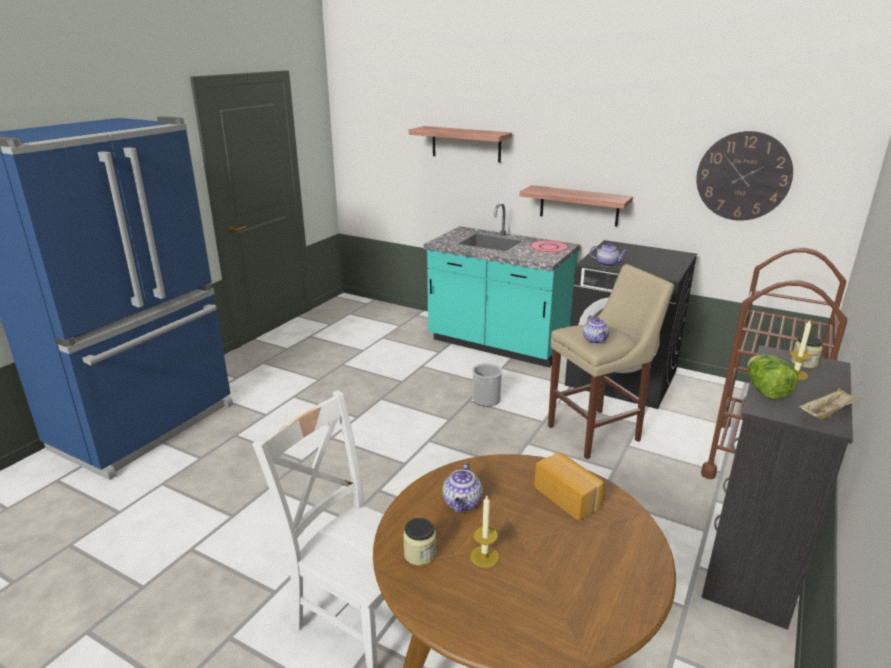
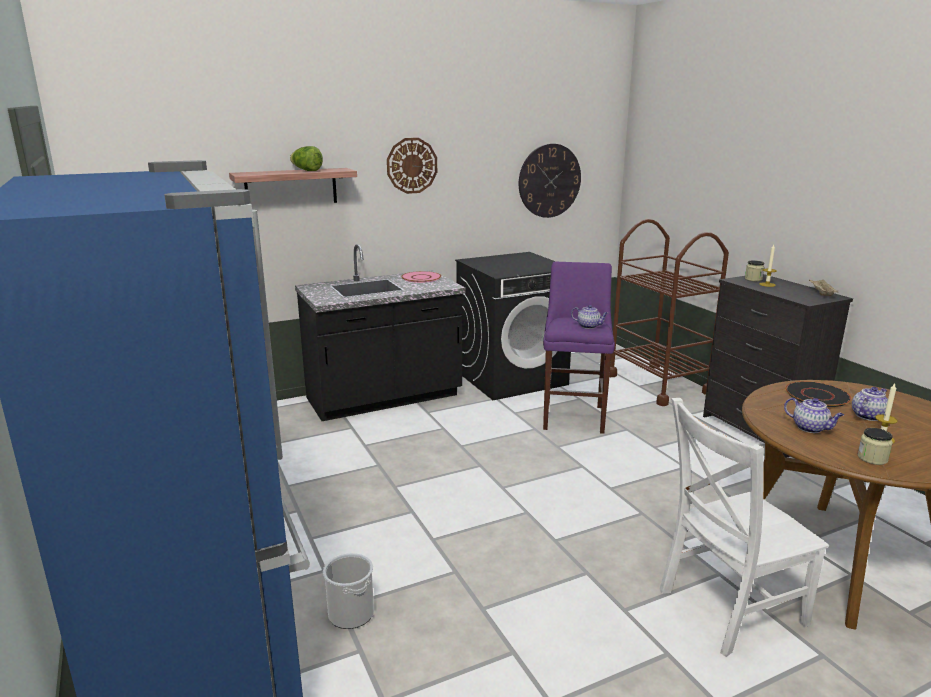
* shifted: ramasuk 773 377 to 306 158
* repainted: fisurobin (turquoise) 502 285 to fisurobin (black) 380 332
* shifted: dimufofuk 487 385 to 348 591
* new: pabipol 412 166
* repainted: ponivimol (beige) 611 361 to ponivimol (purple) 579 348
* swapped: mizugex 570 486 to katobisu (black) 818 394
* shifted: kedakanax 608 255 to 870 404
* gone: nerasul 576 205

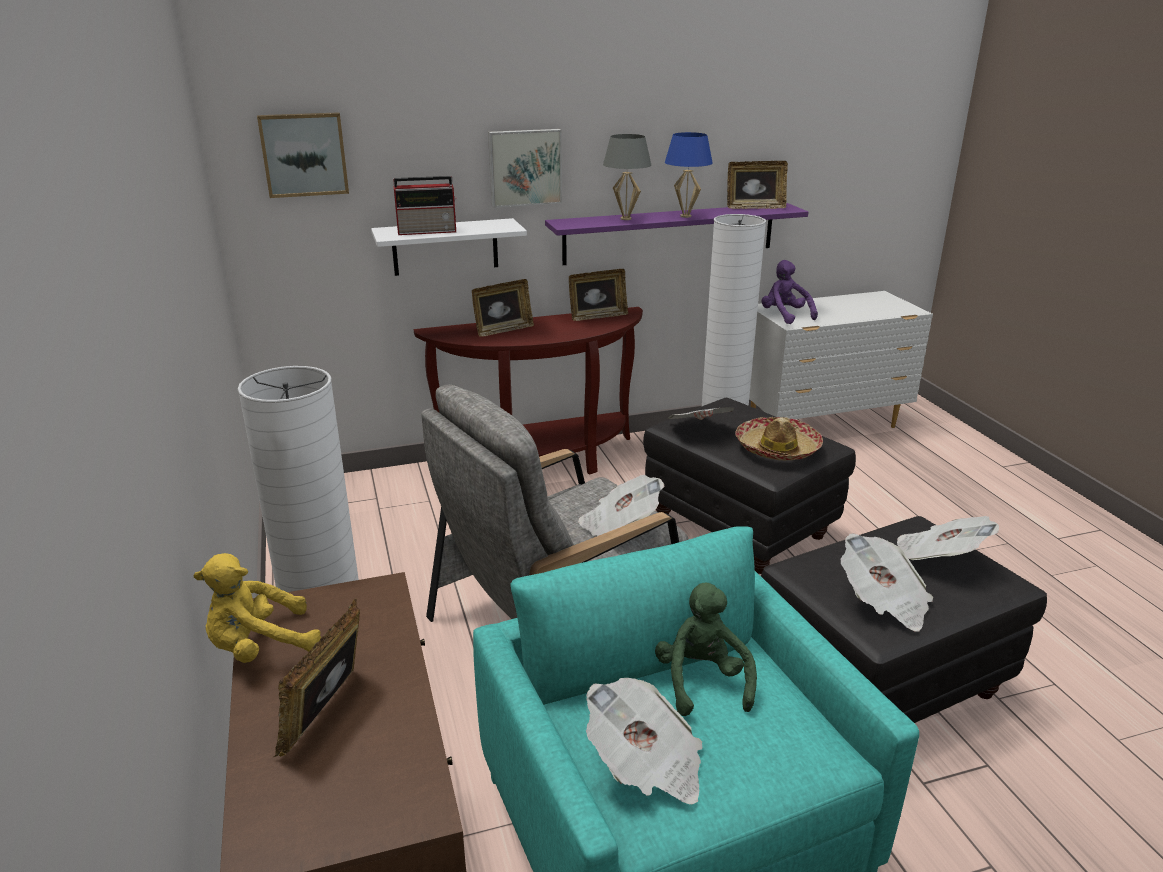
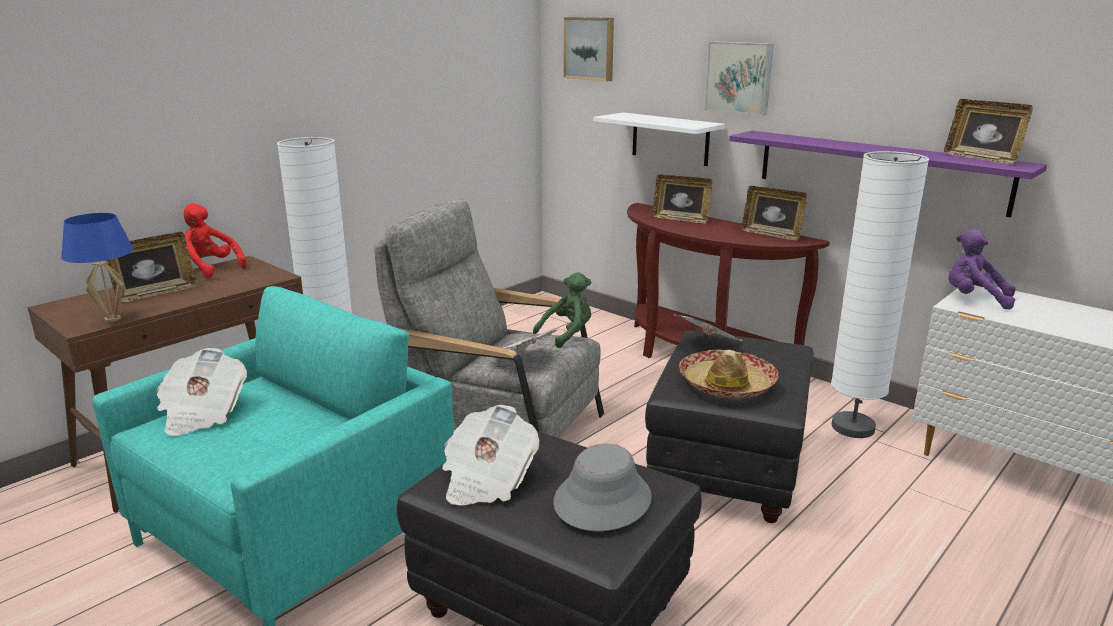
* shifted: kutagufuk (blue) 689 175 to 97 267
* rotated: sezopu 317 677 = 152 267 150 degrees clockwise
* repainted: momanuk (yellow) 257 608 to momanuk (red) 215 240
* shifted: momanuk (green) 706 649 to 562 310
* swapped: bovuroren 948 538 to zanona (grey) 602 487
* rotated: momanuk (purple) 790 292 = 981 269 90 degrees counterclockwise
* gone: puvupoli 425 205
* gone: kutagufuk (grey) 627 177

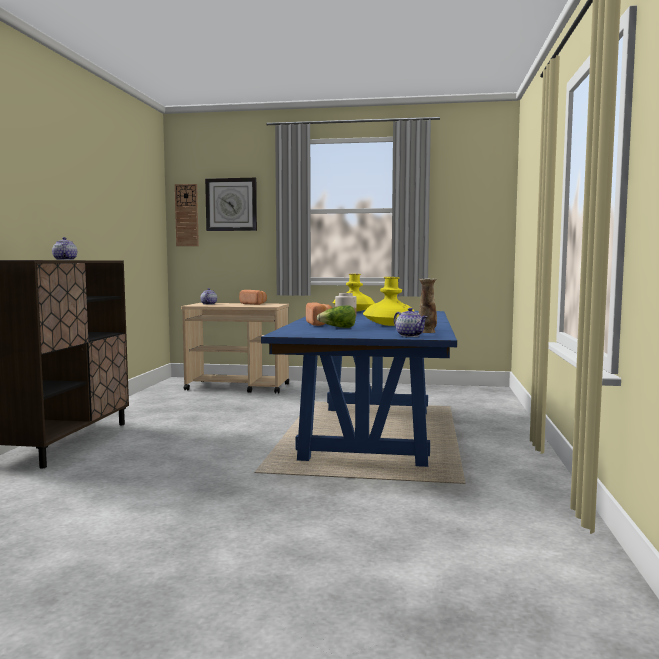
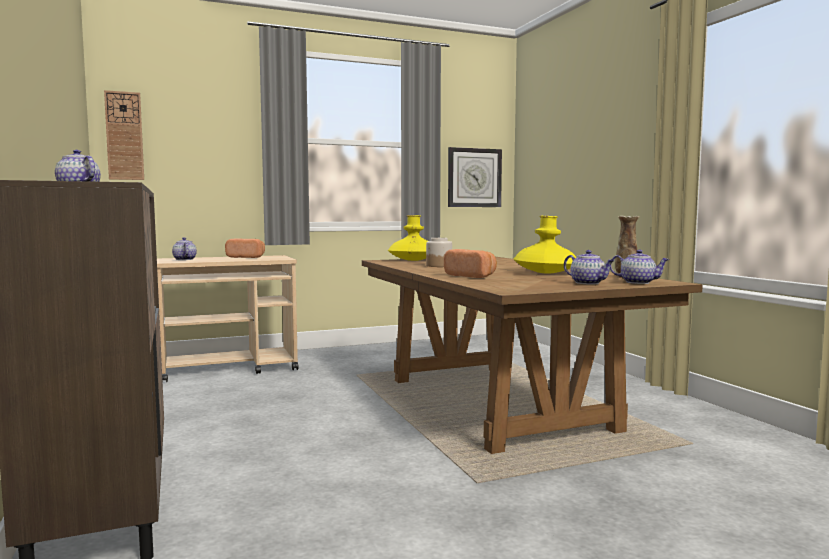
* repainted: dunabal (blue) 359 388 to dunabal (brown) 532 355
* shifted: pabipol 231 204 to 475 177
* new: kedakanax 589 267
* gone: ramasuk 336 316

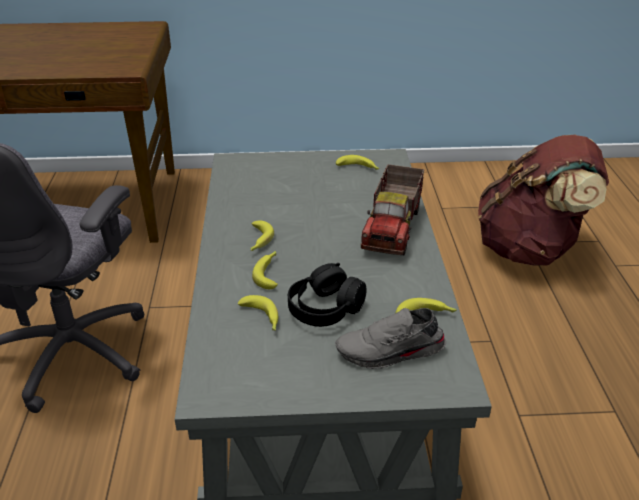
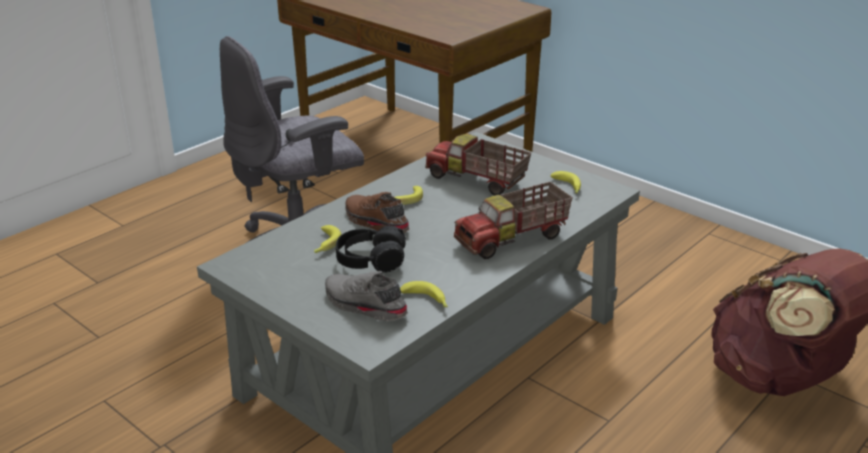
* swapped: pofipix 265 270 to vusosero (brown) 378 212
* new: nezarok 478 165

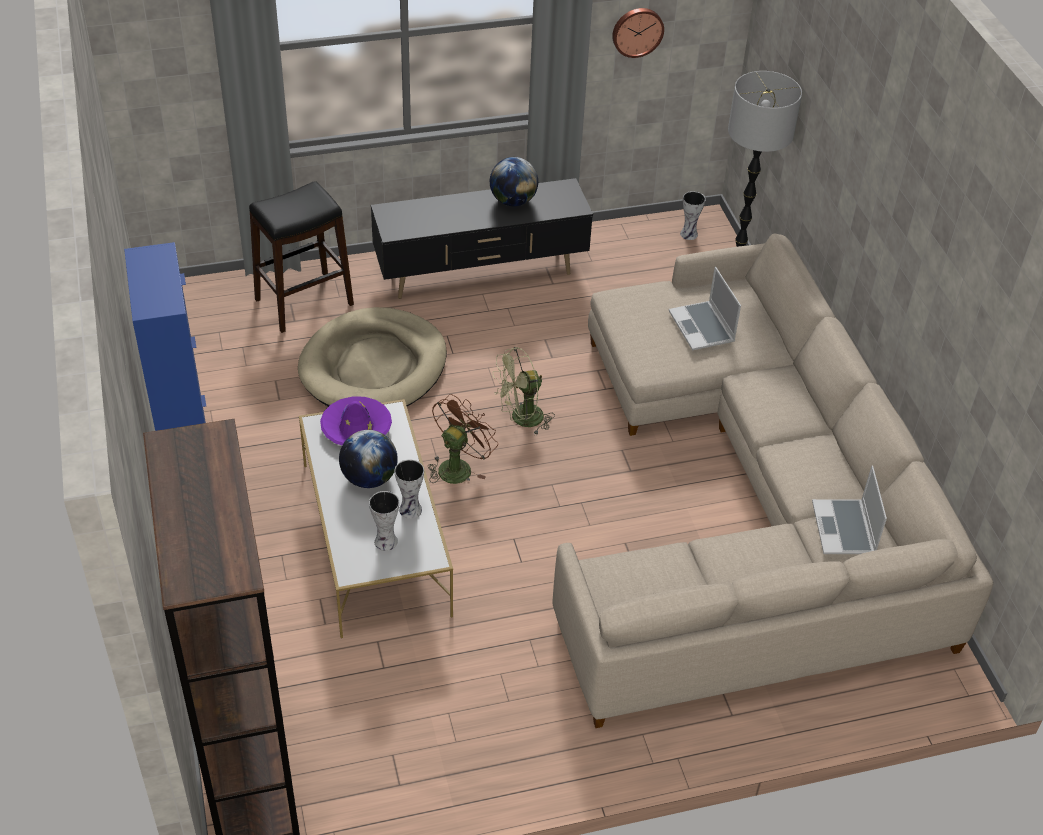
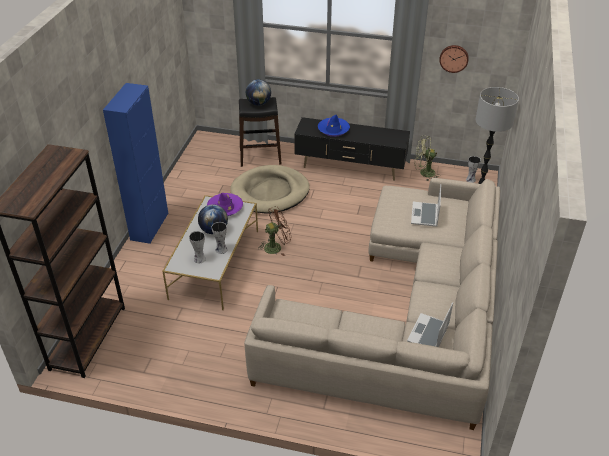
* shifted: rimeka 514 181 to 258 92
* new: zanona (blue) 334 126
* shifted: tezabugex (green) 524 391 to 427 158

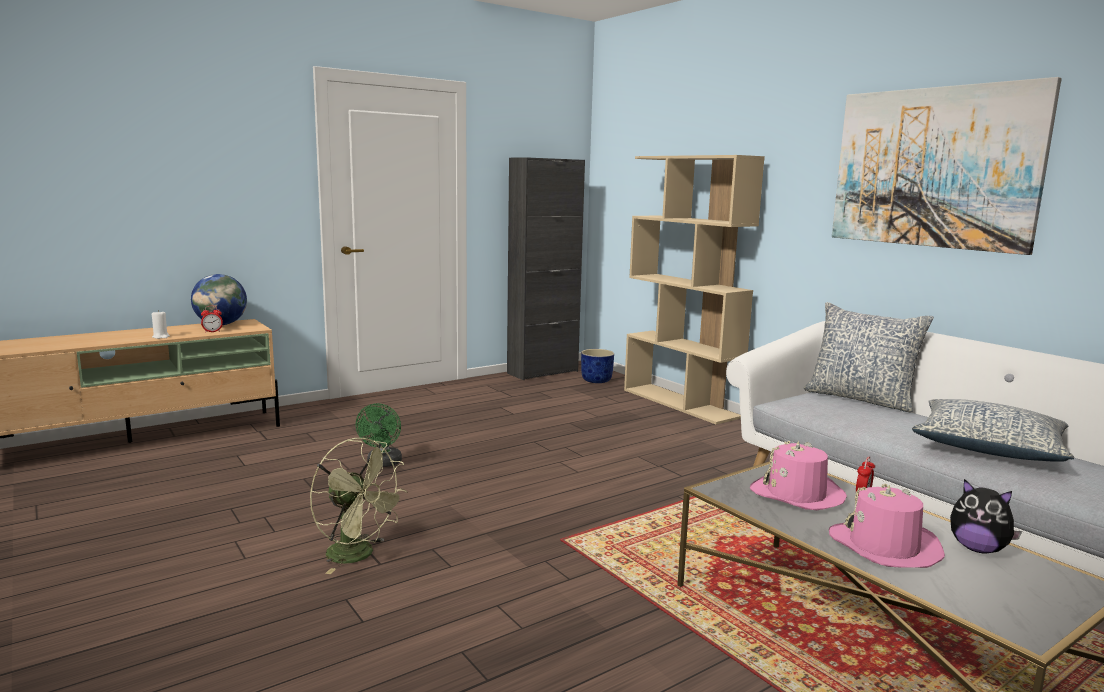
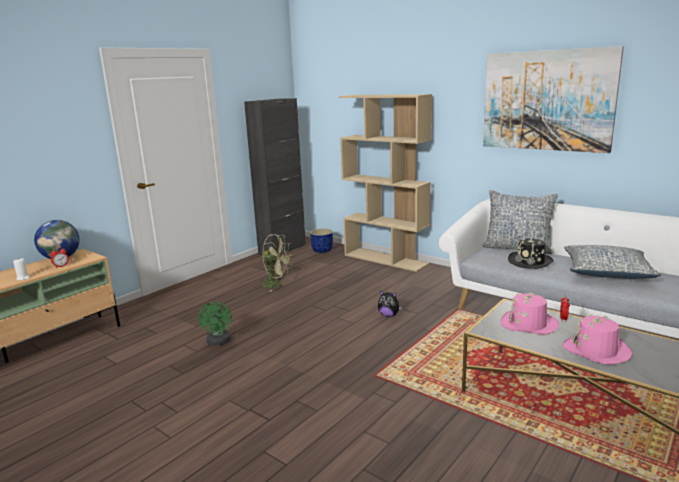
* shifted: tezabugex (green) 359 506 to 276 263
* shifted: momanuk 986 516 to 390 303
* new: zanona (black) 531 253

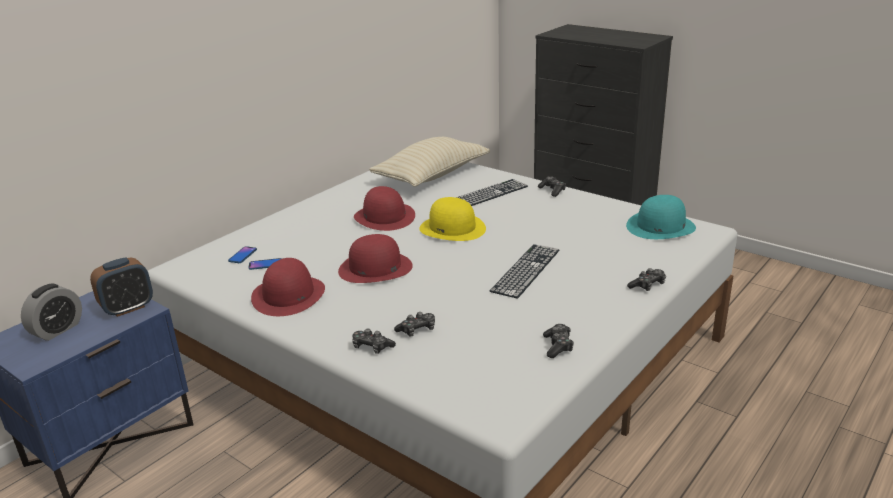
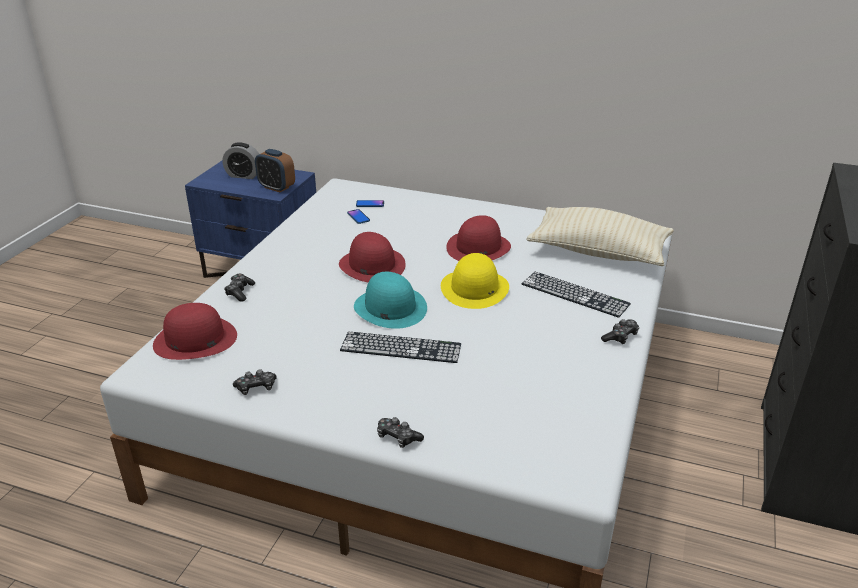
* shifted: zanona (red) 288 287 to 195 331
* shifted: zanona (turquoise) 661 217 to 390 300
* gone: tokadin 414 324

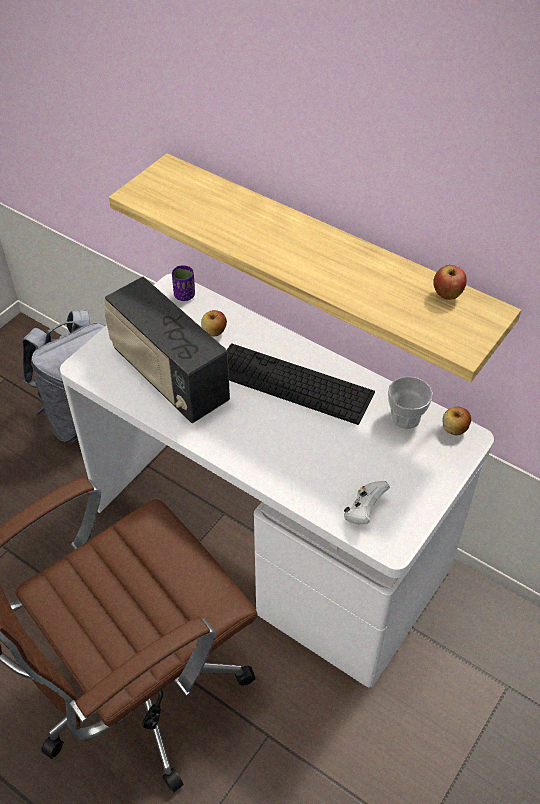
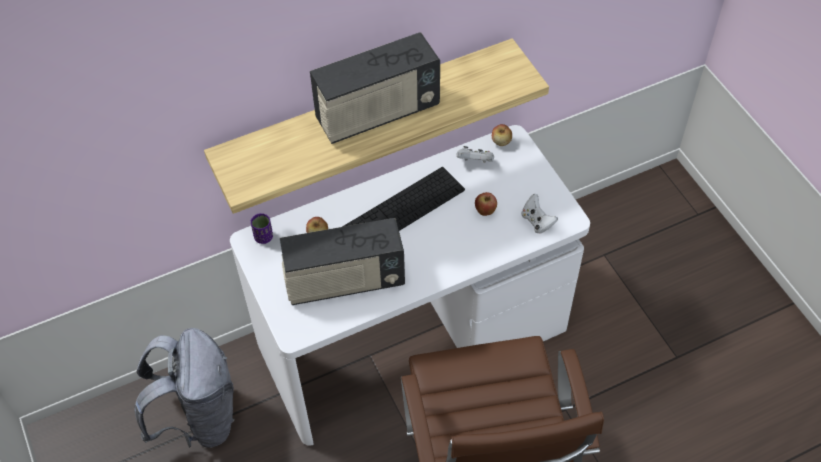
* new: puvupoli 375 88
* swapped: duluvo 410 402 to tokadin (white) 475 154
* shifted: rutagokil 450 282 to 486 204

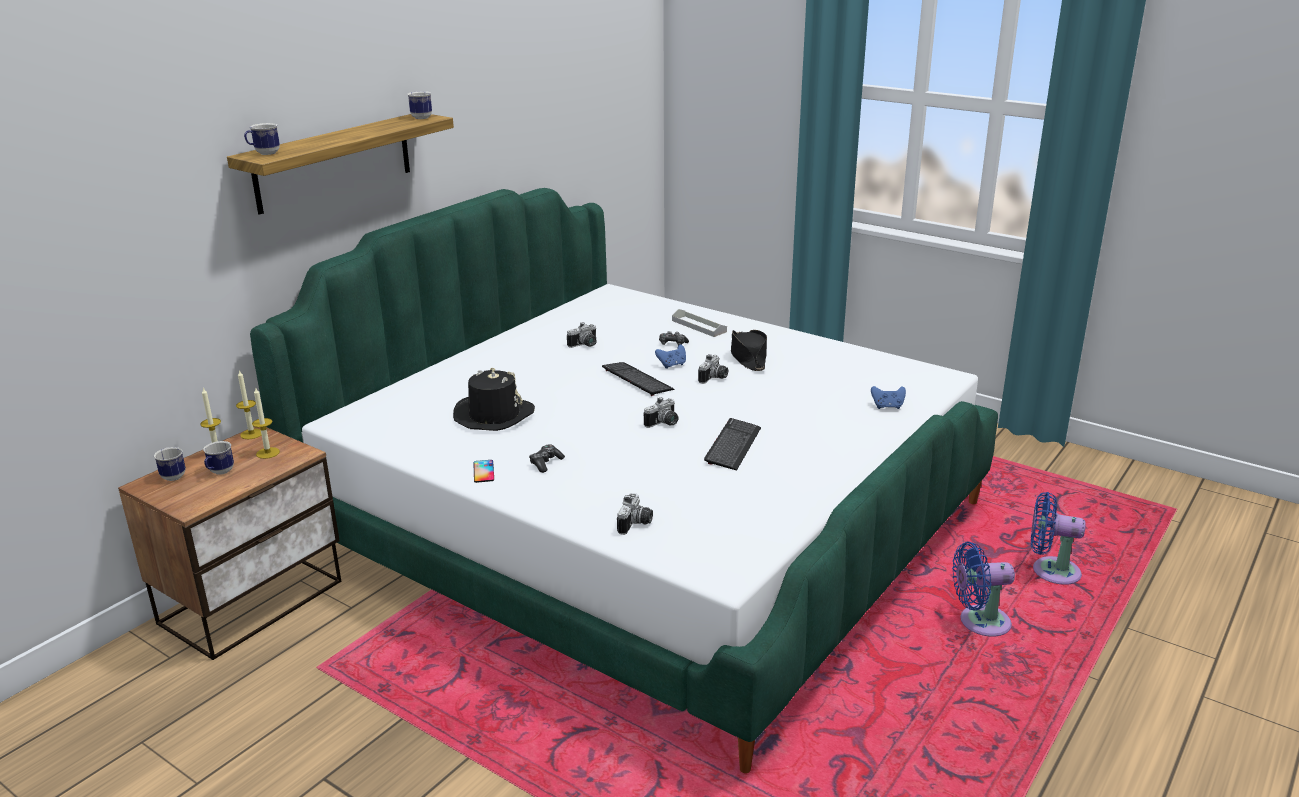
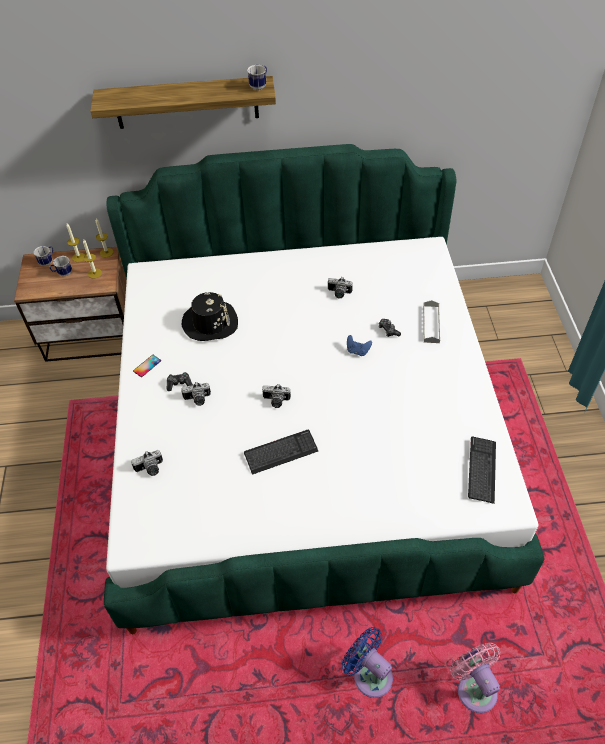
* shifted: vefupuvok 713 369 to 196 394
* repainted: tezabugex (blue) 1058 538 to tezabugex (pink) 475 678
* shifted: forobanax 638 379 to 482 470
* gone: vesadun 262 139
* gone: zanona (black) 749 350
* gone: tokadin (blue) 888 397

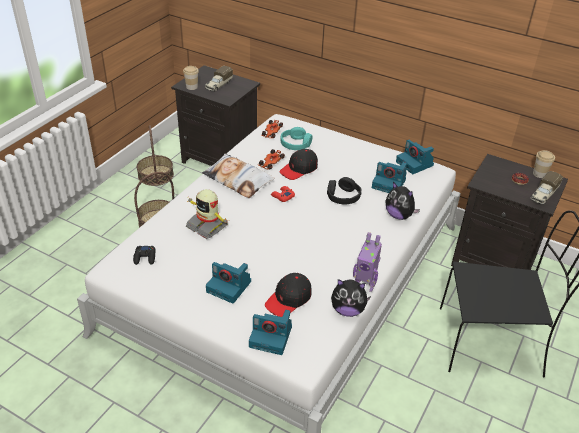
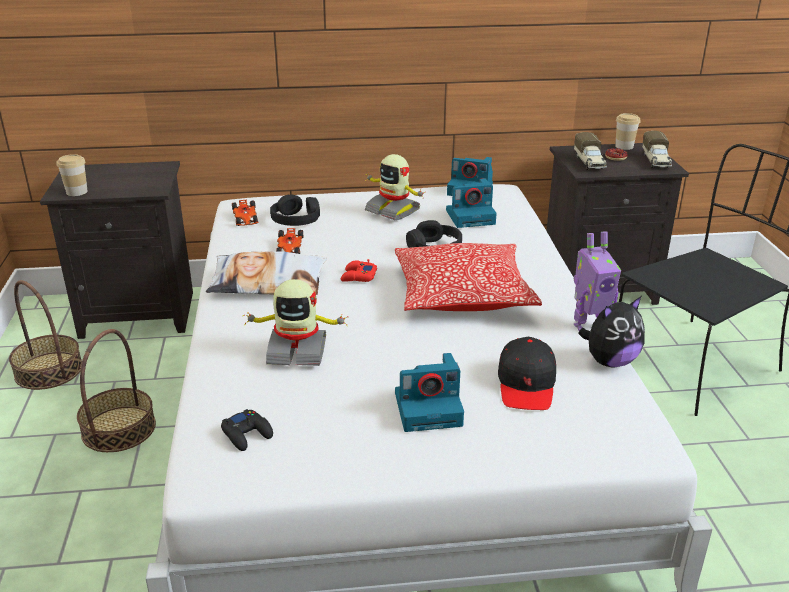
* repainted: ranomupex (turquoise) 296 138 to ranomupex (black) 295 210
* new: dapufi 395 187
* new: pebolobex 468 277
* shifted: nezarok 219 79 to 590 151
* gone: vefupuvok 270 332
* gone: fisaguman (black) 298 164
* gone: momanuk 403 201

